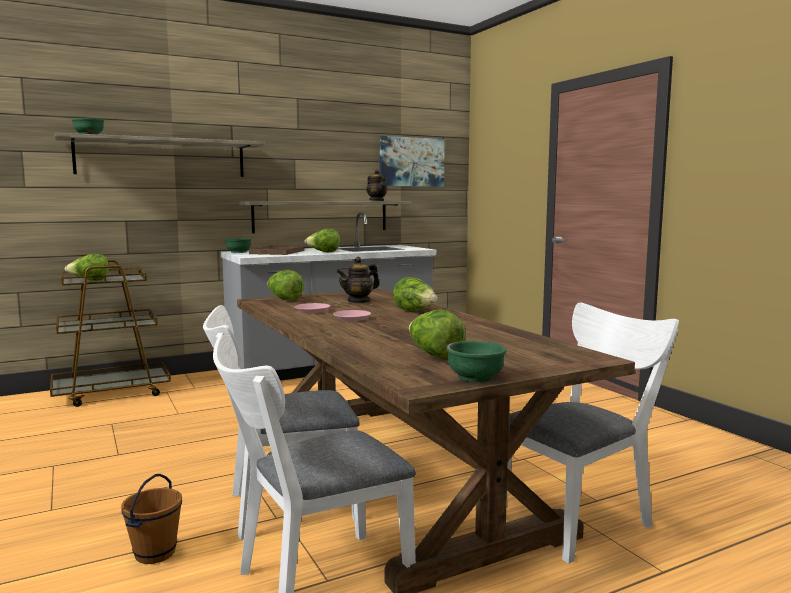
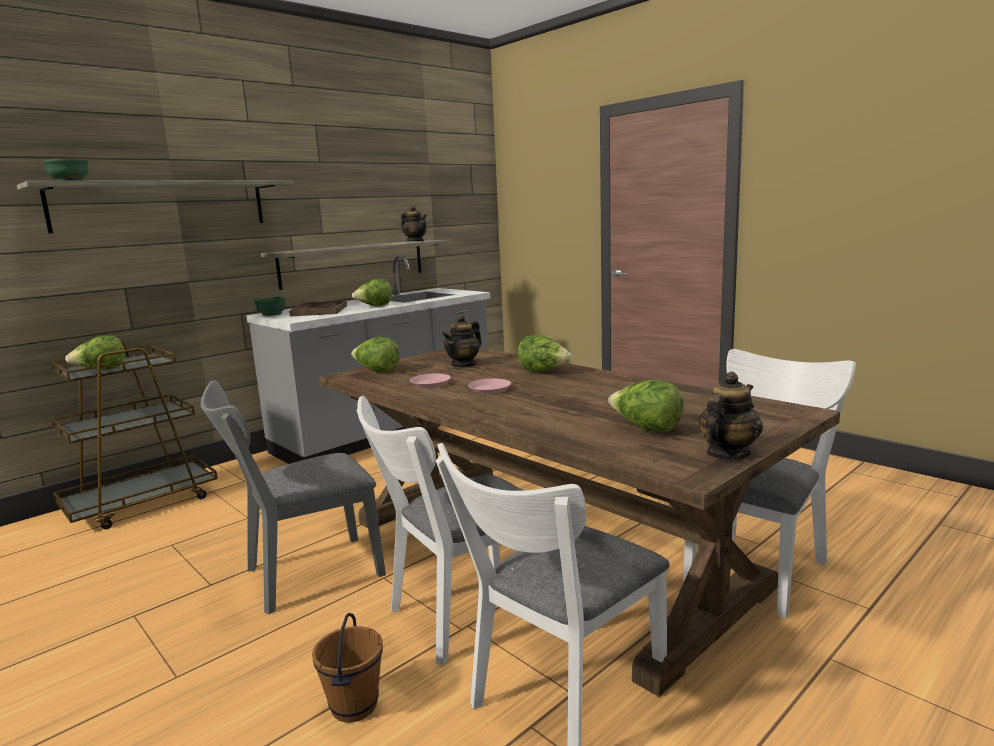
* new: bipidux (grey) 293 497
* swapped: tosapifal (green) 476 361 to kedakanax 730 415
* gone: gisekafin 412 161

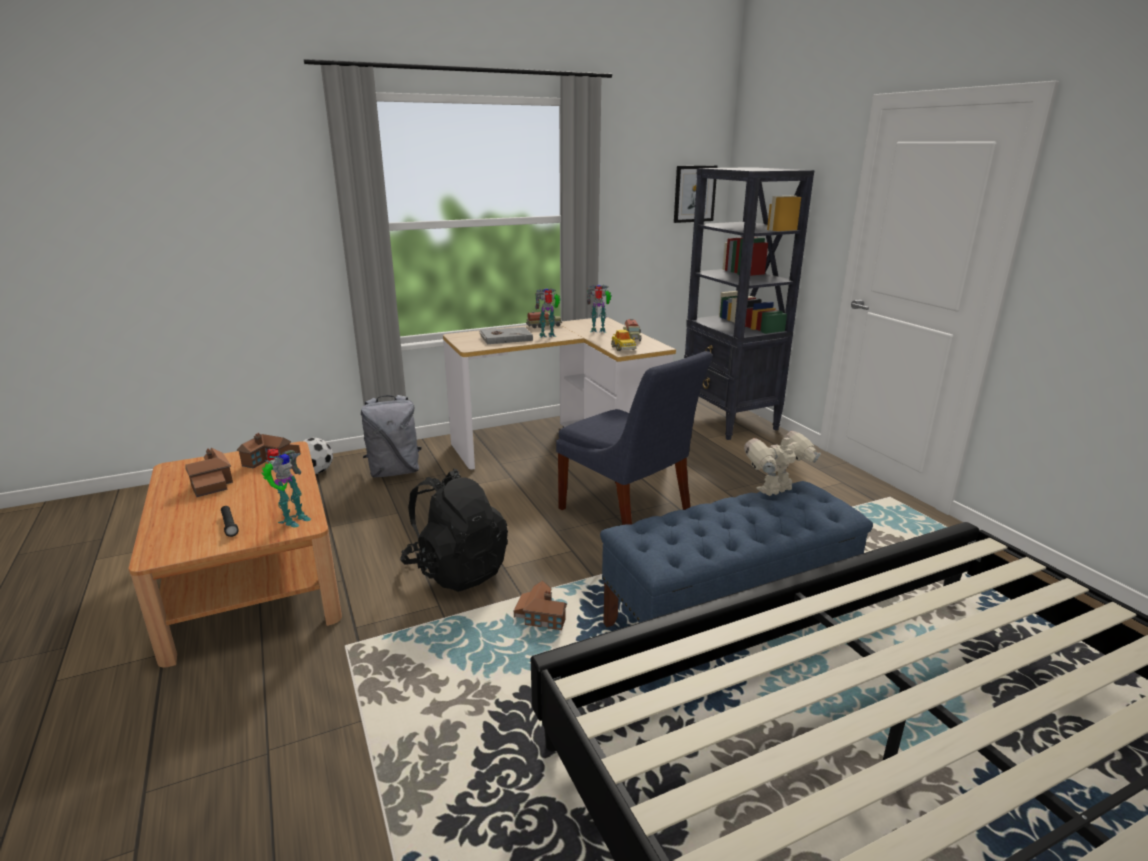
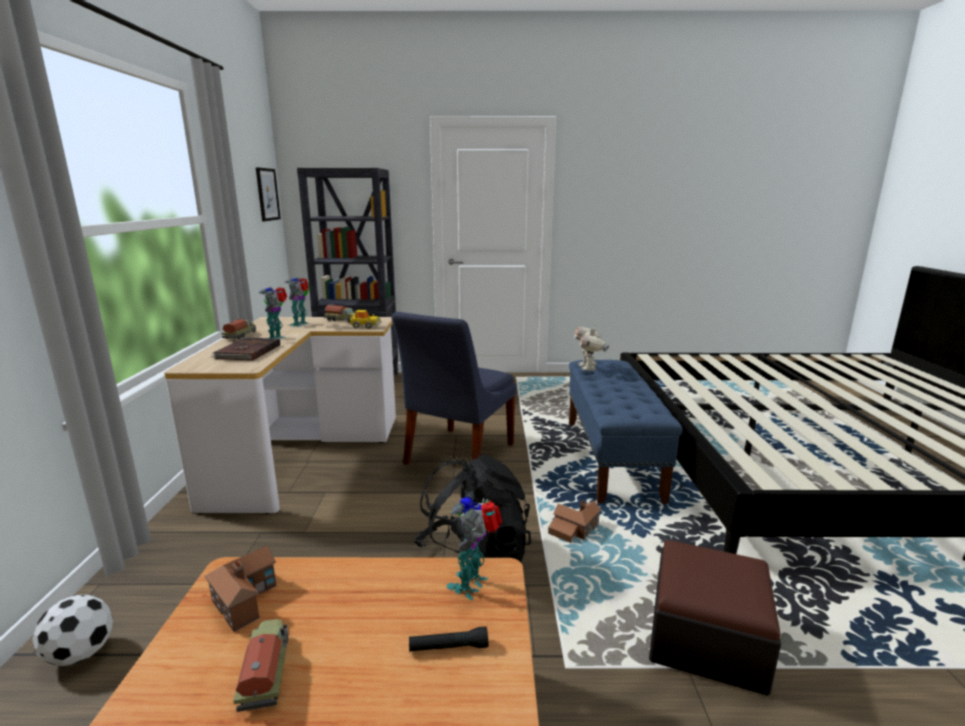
* repainted: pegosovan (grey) 506 335 to pegosovan (brown) 245 349
* swapped: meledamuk 209 472 to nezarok 261 665
* rotated: bipidux (blue) 634 438 = 454 388 135 degrees clockwise
* rotated: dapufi 286 488 = 474 545 120 degrees counterclockwise
* new: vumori 715 618
* gone: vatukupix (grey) 391 436

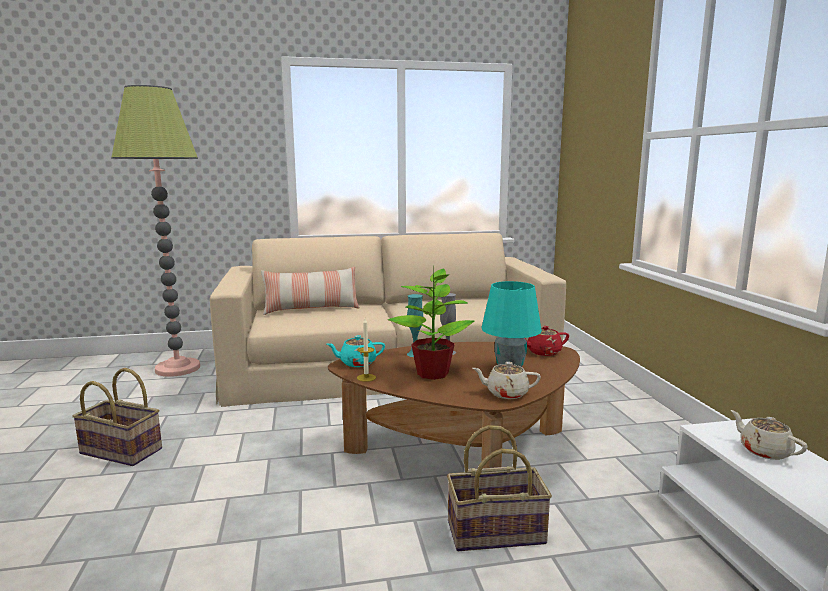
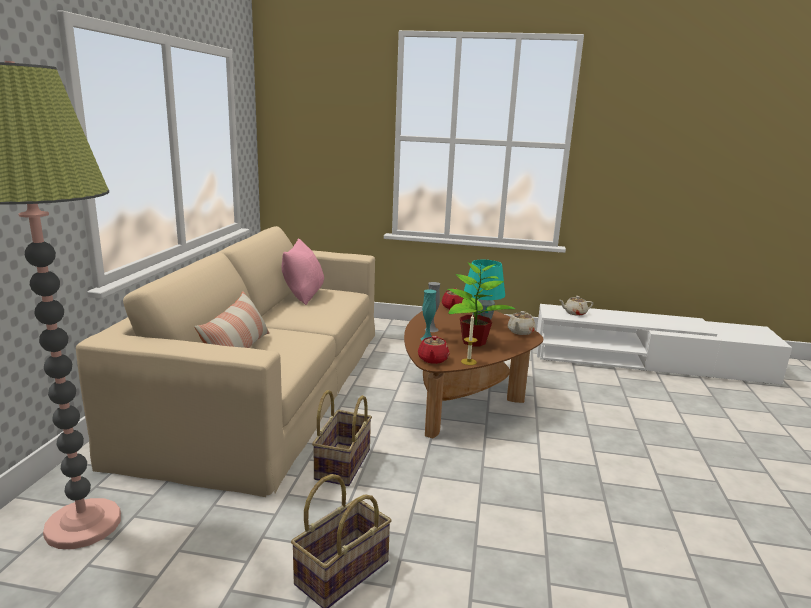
* new: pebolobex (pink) 303 271
* shifted: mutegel 499 488 to 342 438
* repainted: kedakanax (turquoise) 356 351 to kedakanax (red) 434 350

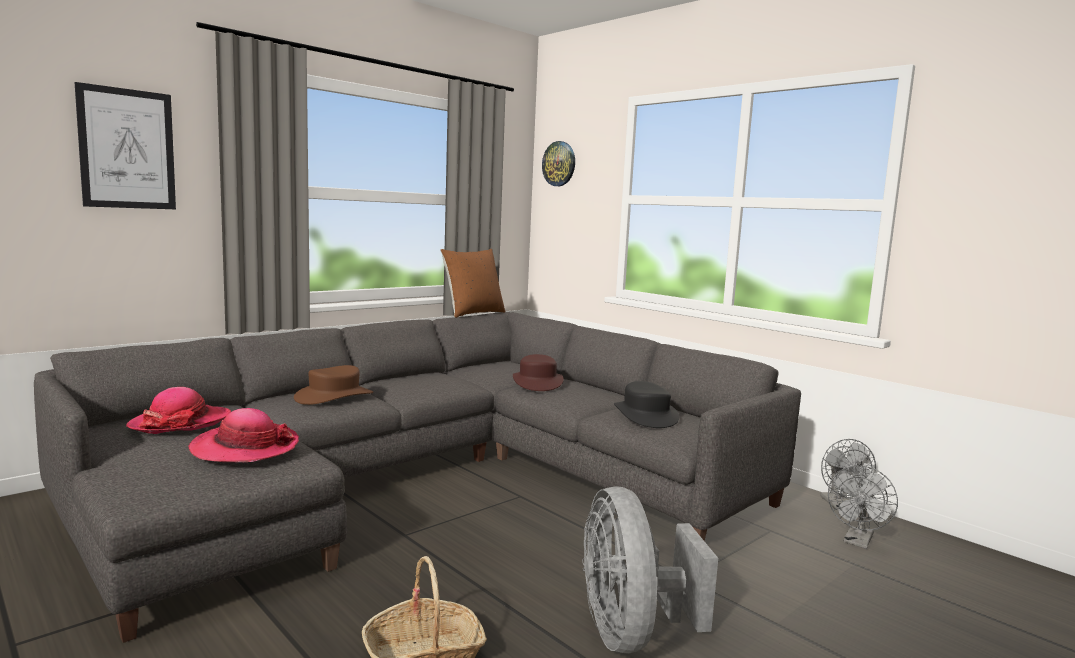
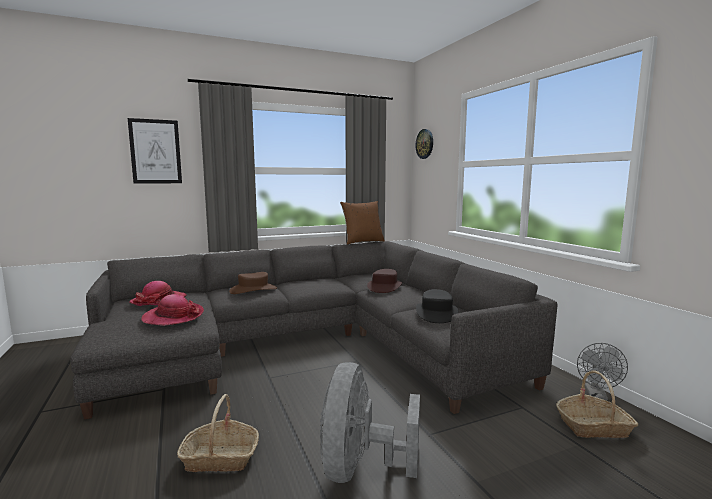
* swapped: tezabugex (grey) 863 507 to mutegel 597 404

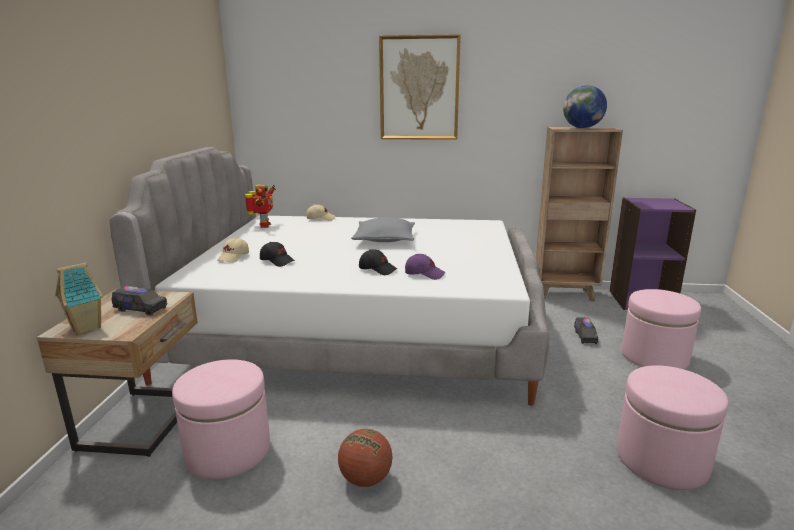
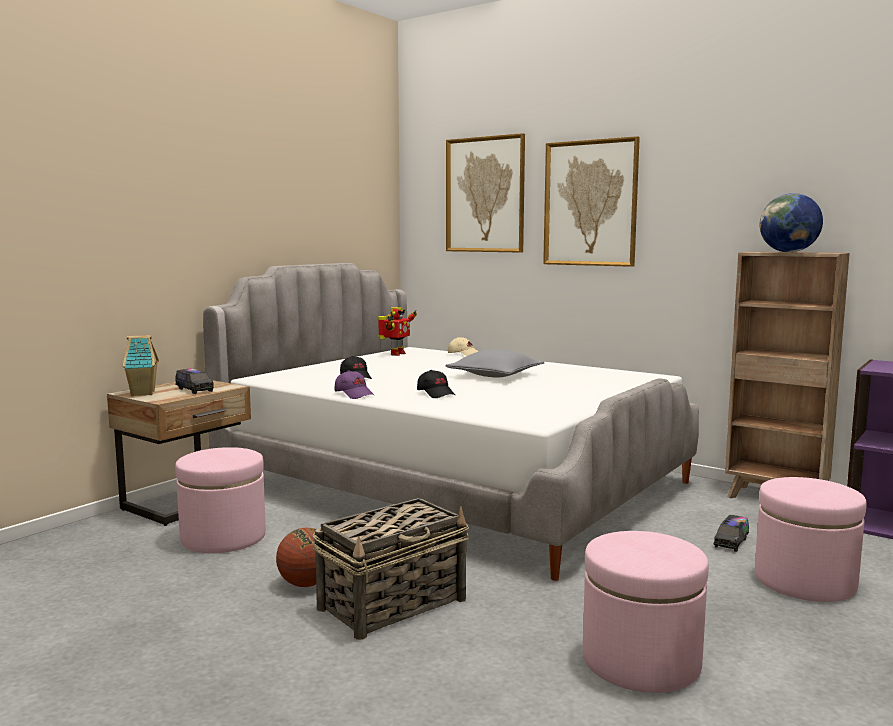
* new: mutegel 391 569
* shifted: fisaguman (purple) 425 267 to 354 384
* new: gisekafin 485 193
* gone: fisaguman (beige) 233 250

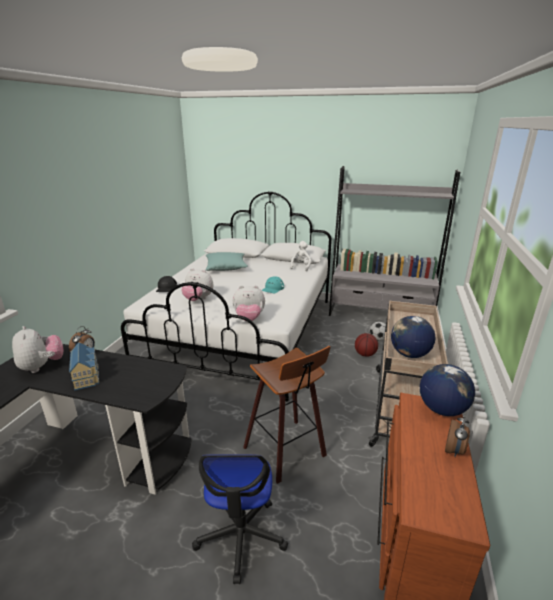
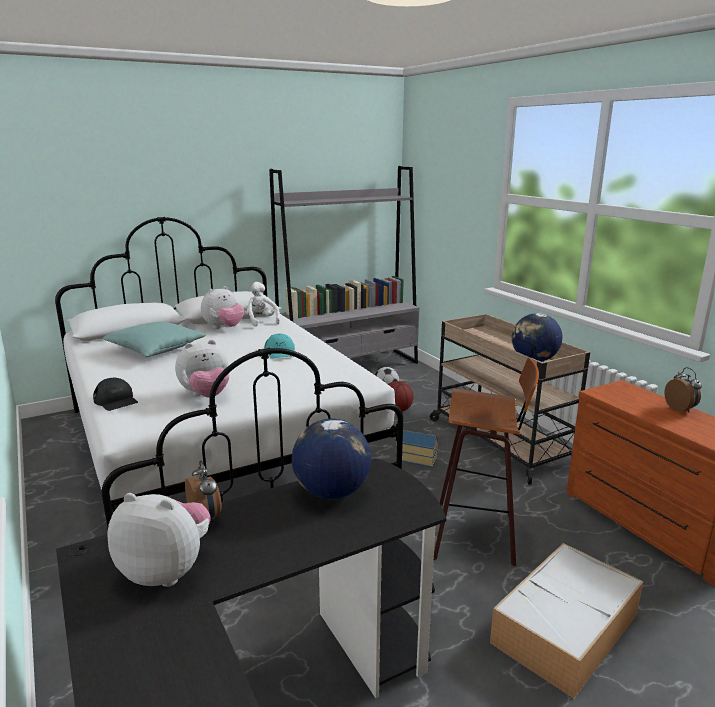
* shifted: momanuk 249 303 to 222 307
* shifted: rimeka 447 390 to 331 459
* shifted: meledamuk 84 366 to 416 449
* swapped: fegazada 240 519 to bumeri 566 621

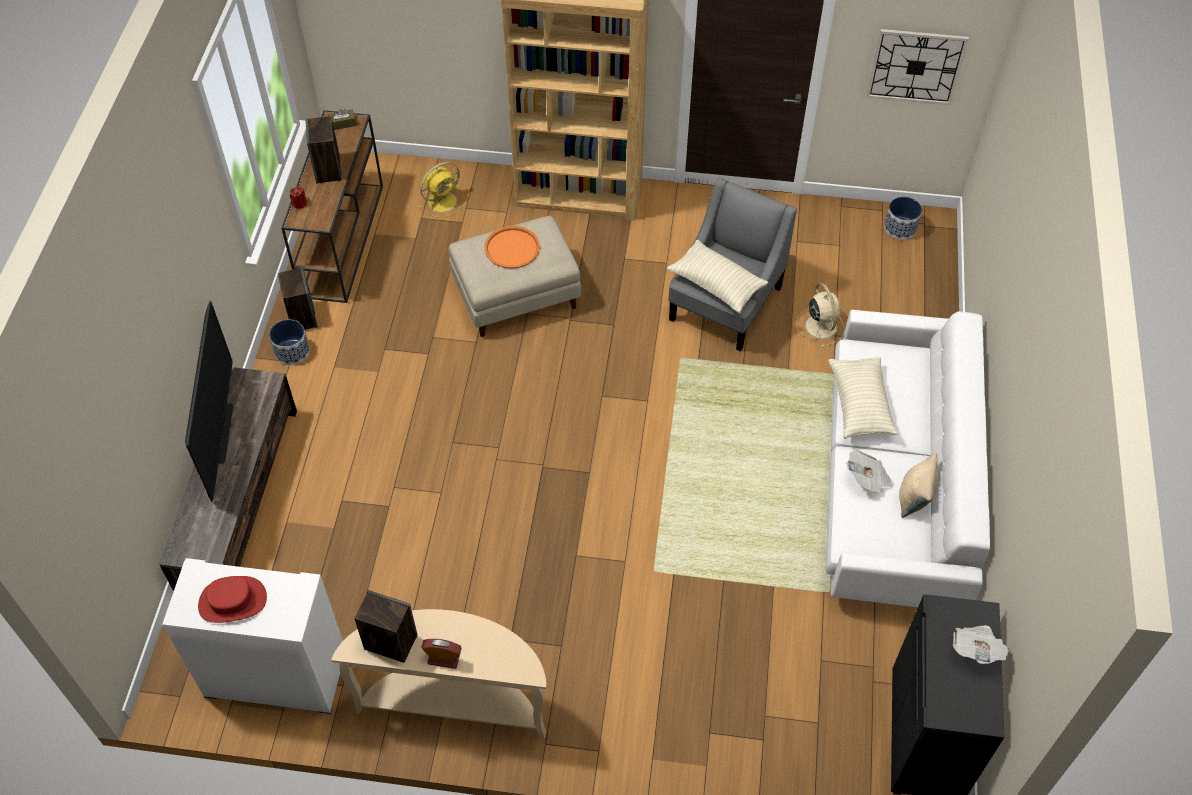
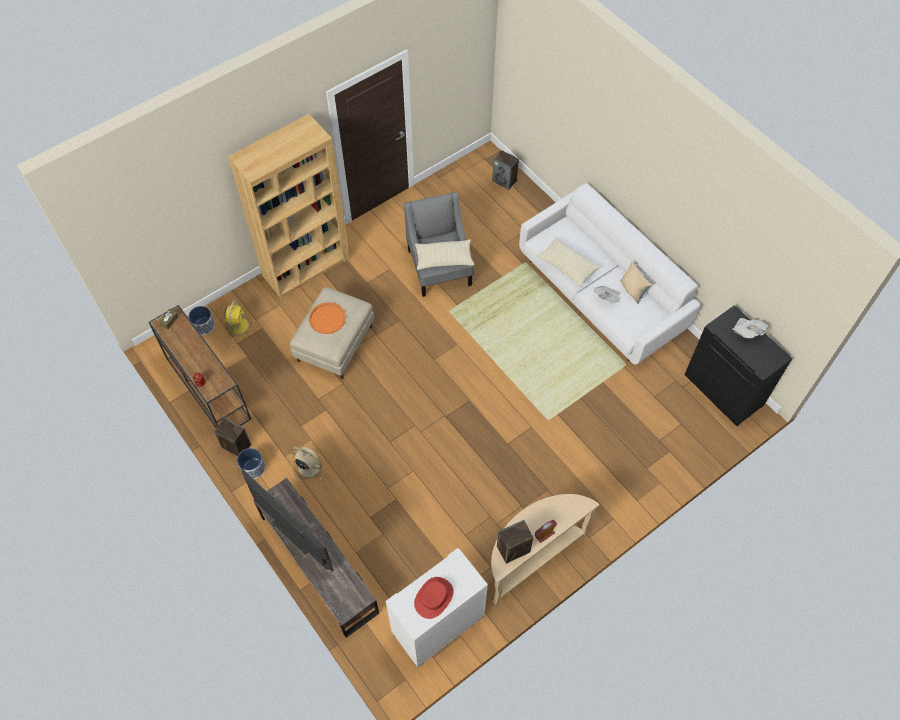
* shifted: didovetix 903 218 to 201 320
* shifted: tezabugex (beige) 820 315 to 308 464
* shifted: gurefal 323 150 to 505 170
* gone: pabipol 917 67

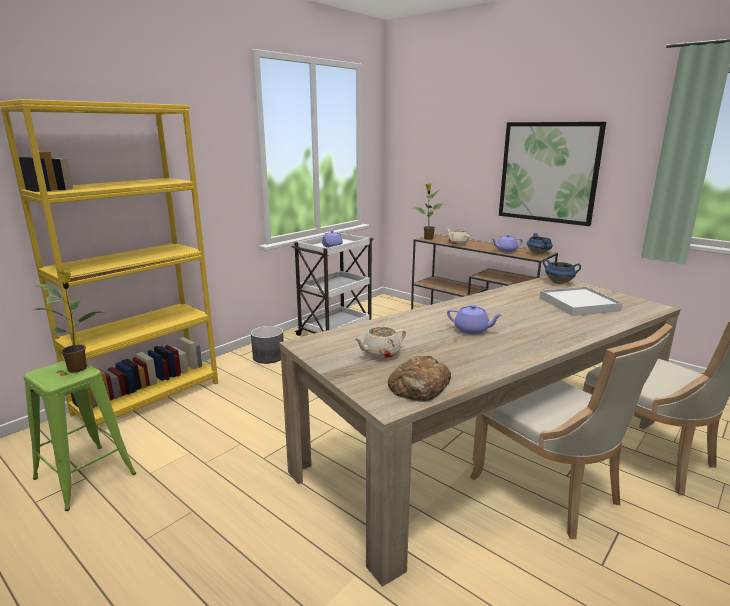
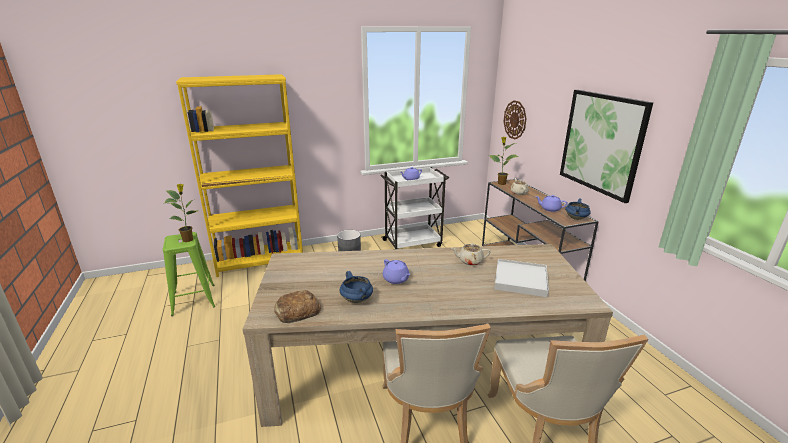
* shifted: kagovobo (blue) 562 271 to 356 287
* shifted: kedakanax (beige) 379 342 to 471 255
* new: pabipol 515 120

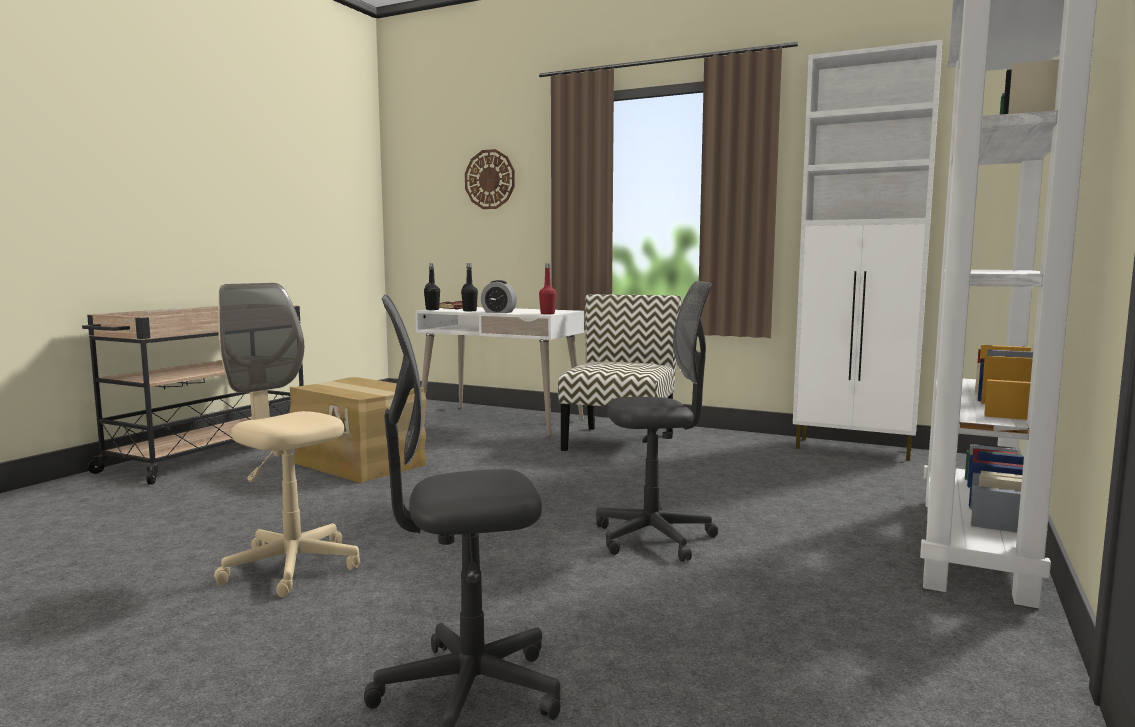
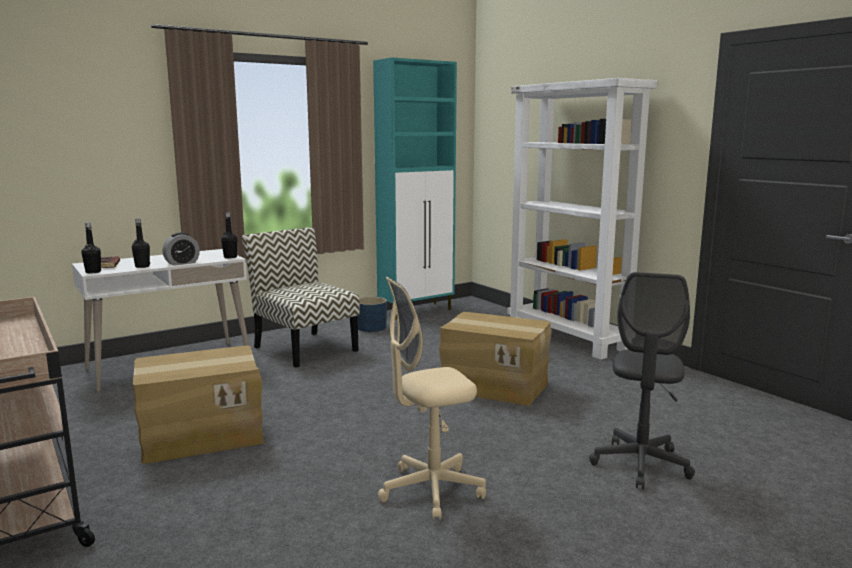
* repainted: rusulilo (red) 547 289 to rusulilo (black) 229 235
* new: didovetix (blue) 372 314
* repainted: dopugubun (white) 867 250 to dopugubun (turquoise) 415 189
* swapped: fegazada (grey) 657 421 to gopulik 495 359
* gone: pabipol 490 179

